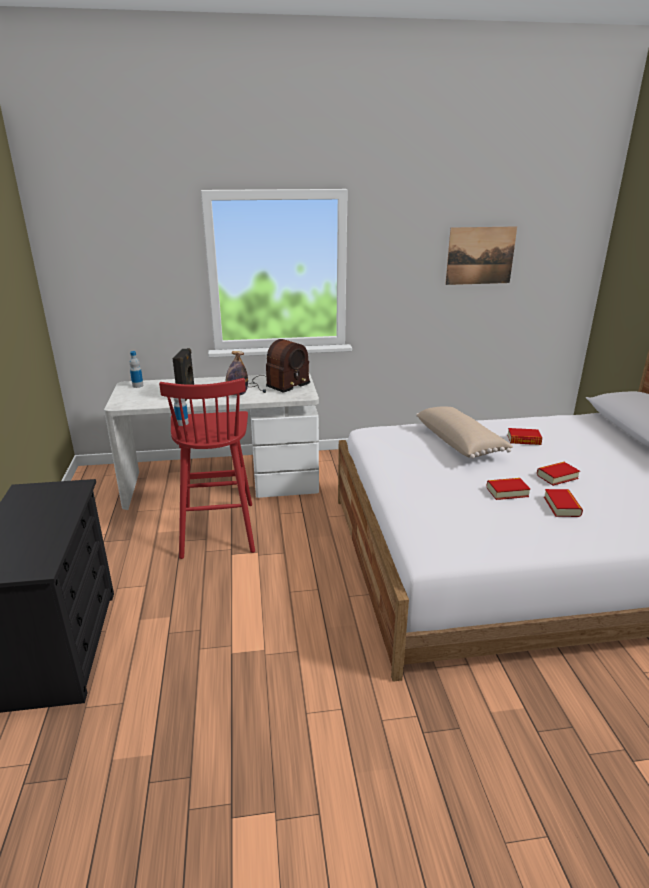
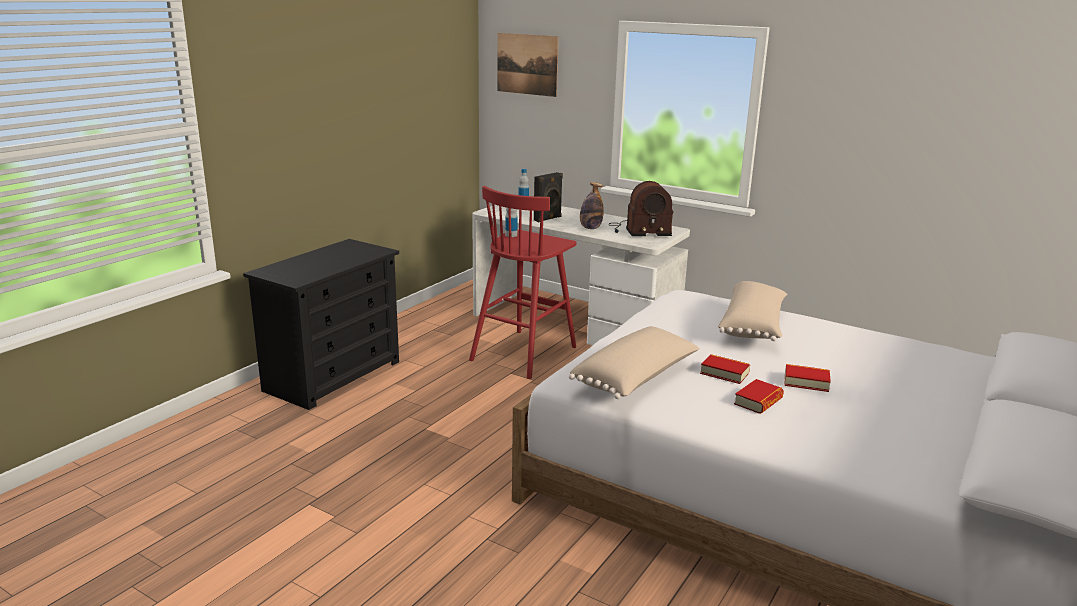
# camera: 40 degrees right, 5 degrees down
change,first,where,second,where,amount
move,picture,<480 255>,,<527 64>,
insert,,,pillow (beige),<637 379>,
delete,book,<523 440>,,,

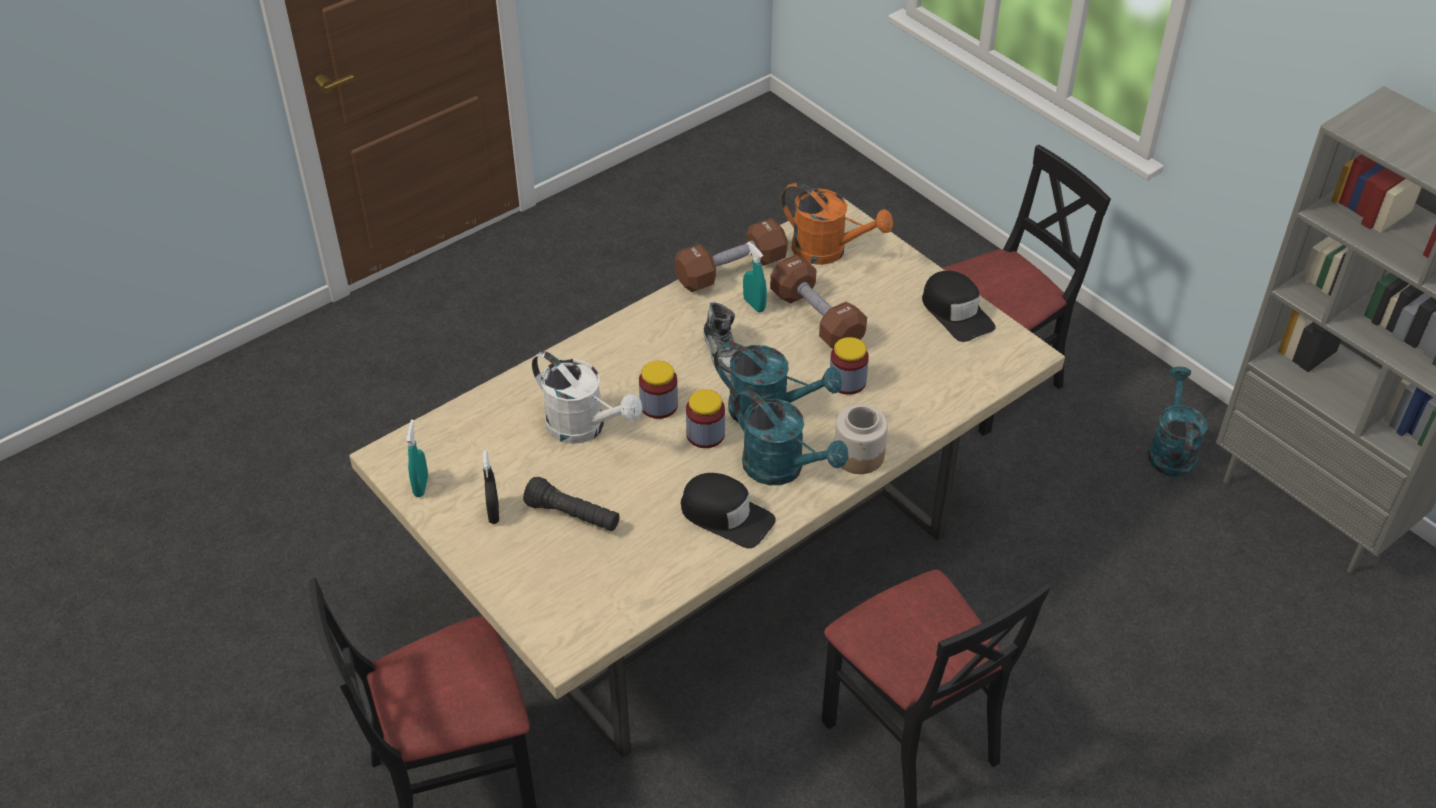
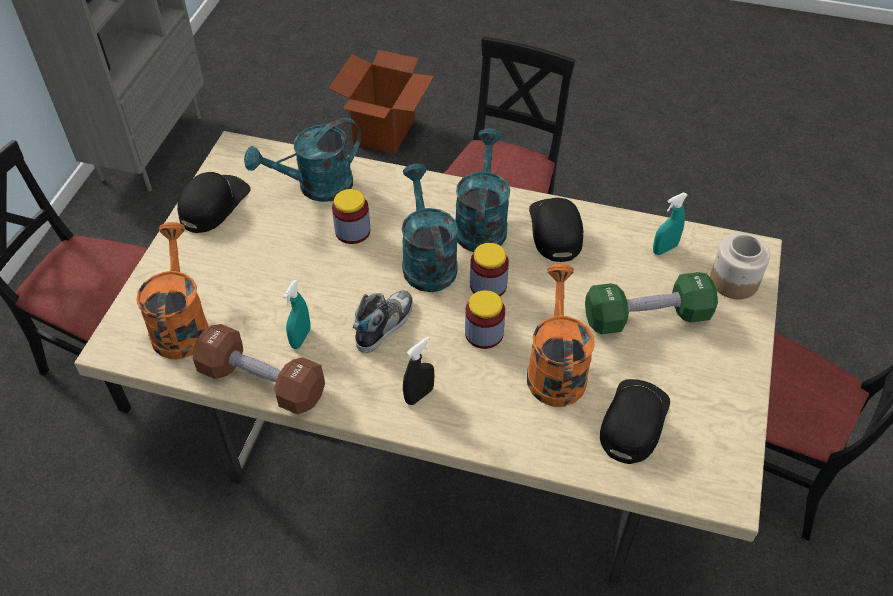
# camera: 125 degrees left, 5 degrees up
change,first,where,second,where,amount
move,watering can (turquoise),<1170 450>,,<316 187>,
insert,,,cardboard box,<384 131>,
move,spray bottle (black),<493 513>,,<419 395>,
recolor,watering can (white),<584 428>,watering can (orange),<555 368>,
replace,flashlight (black),<573 516>,dumbbell (green),<647 317>,
insert,,,cap (black),<633 422>,
move,spray bottle (turquoise),<421 486>,,<664 249>,
move,jar,<859 455>,,<733 281>,
delete,dumbbell (brown),<816 318>,,,

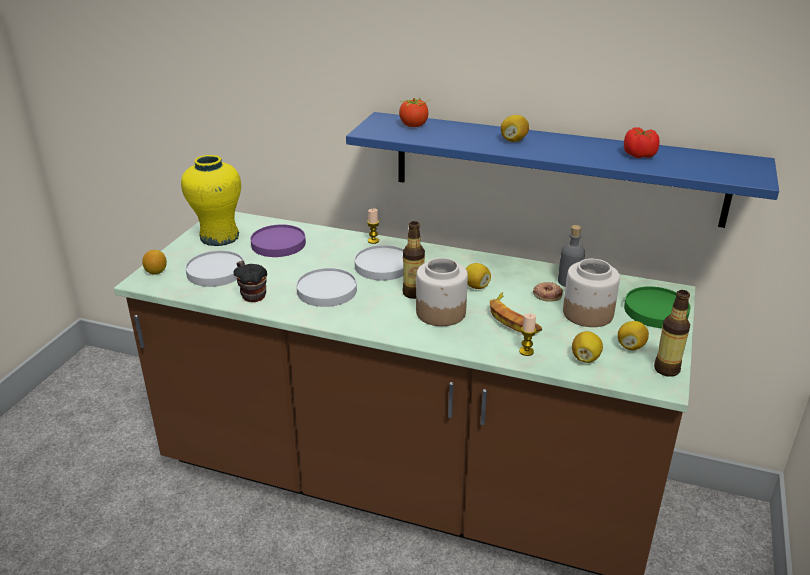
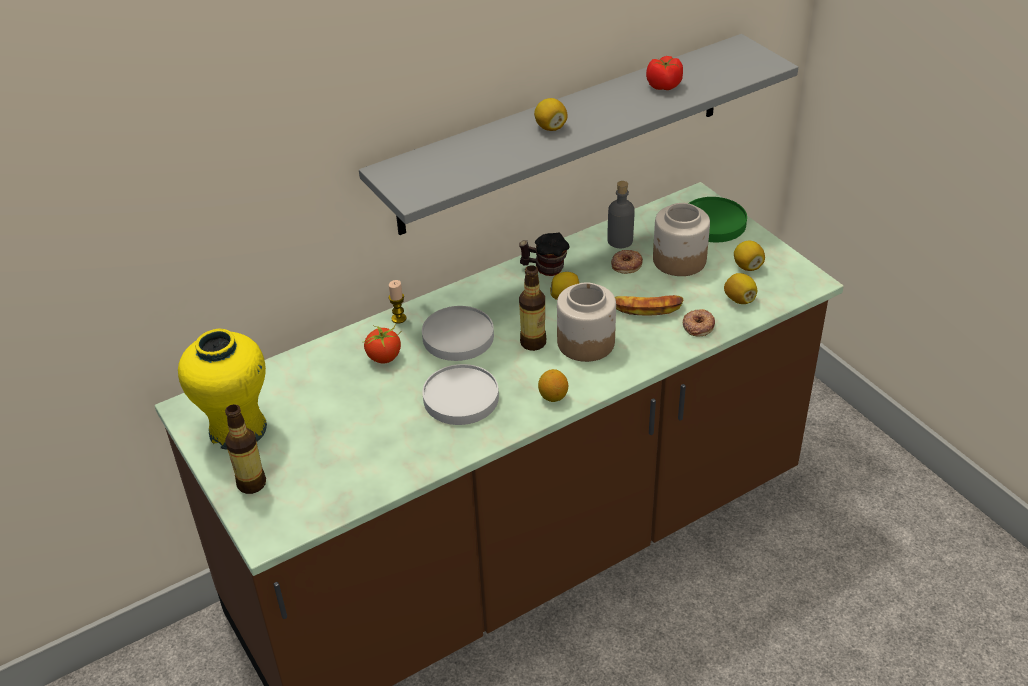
# camera: 50 degrees left, 10 degrees up
change,first,where,second,where,amount
move,bottle,<666 369>,,<251 484>,
recolor,shelf (blue),<556 168>,shelf (grey),<564 134>,
move,tomato,<414 125>,,<384 357>,
move,mug,<252 294>,,<544 269>,
move,lemon,<156 272>,,<553 396>,
replace,candle,<526 351>,donut,<698 326>,
delete,plate (white),<216 271>,,,
delete,plate (purple),<278 244>,,,

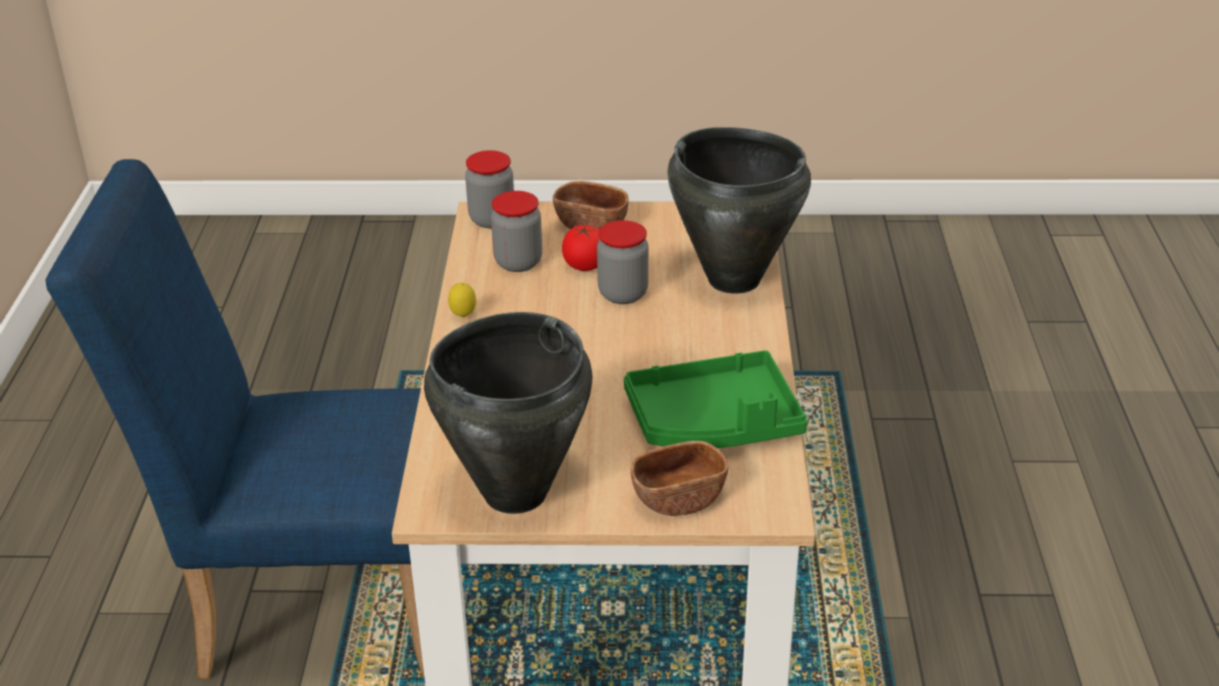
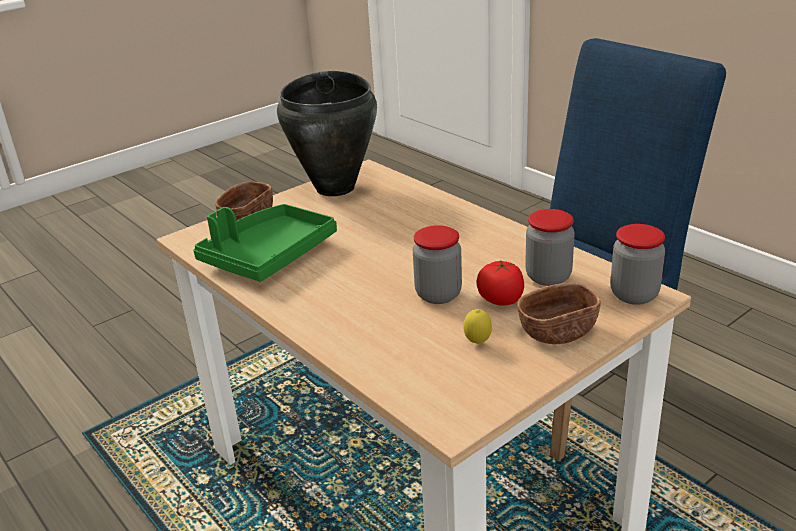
# camera: 140 degrees right, 5 degrees down
change,first,where,second,where,amount
move,lemon,<463 316>,,<477 343>,
delete,cooking pot (black),<733 278>,,,

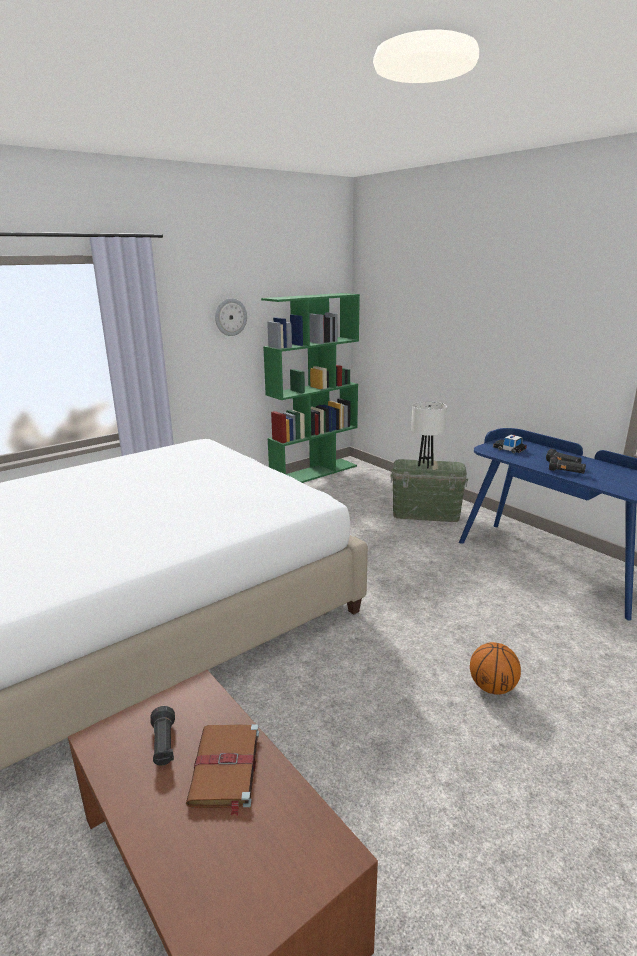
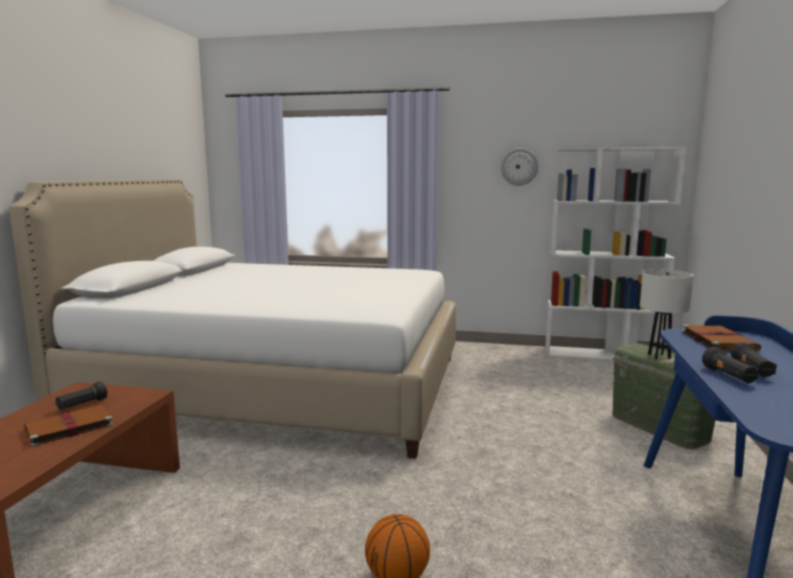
# camera: 50 degrees right, 10 degrees down
change,first,where,second,where,amount
recolor,bookcase (green),<314 473>,bookcase (white),<602 355>,
replace,toy car,<509 449>,book (brown),<717 340>,

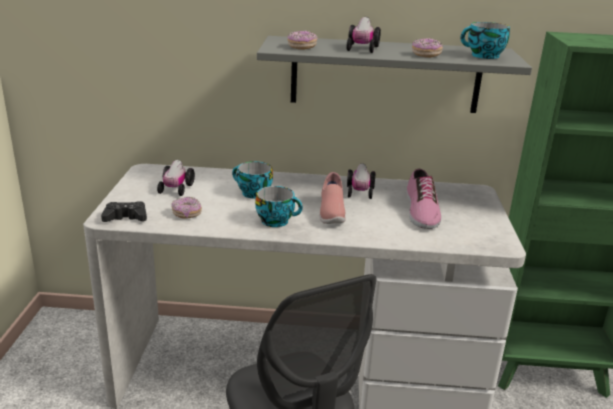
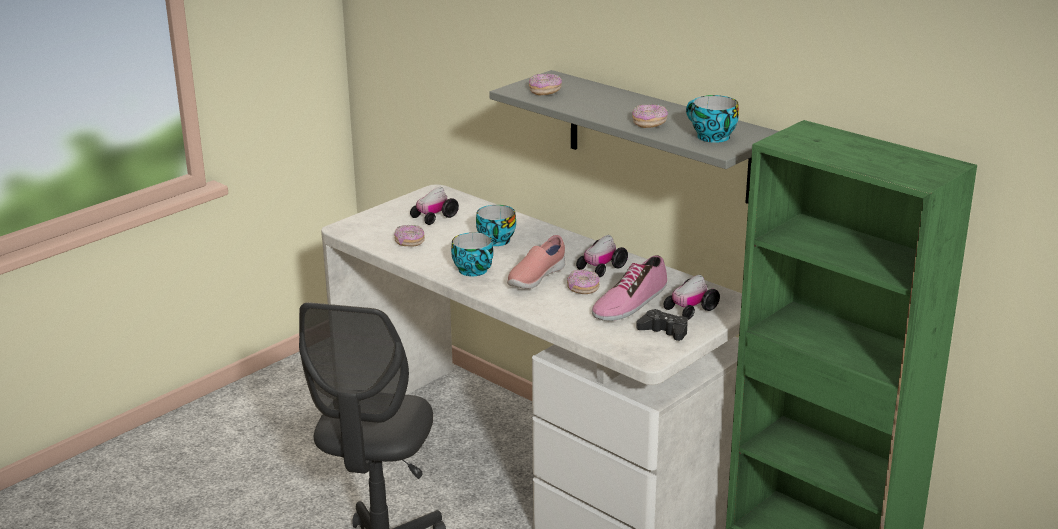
# camera: 40 degrees right, 0 degrees up
change,first,where,second,where,amount
insert,,,donut,<583 289>,
move,game controller (black),<126 217>,,<664 331>,
move,toy car,<362 48>,,<690 309>,

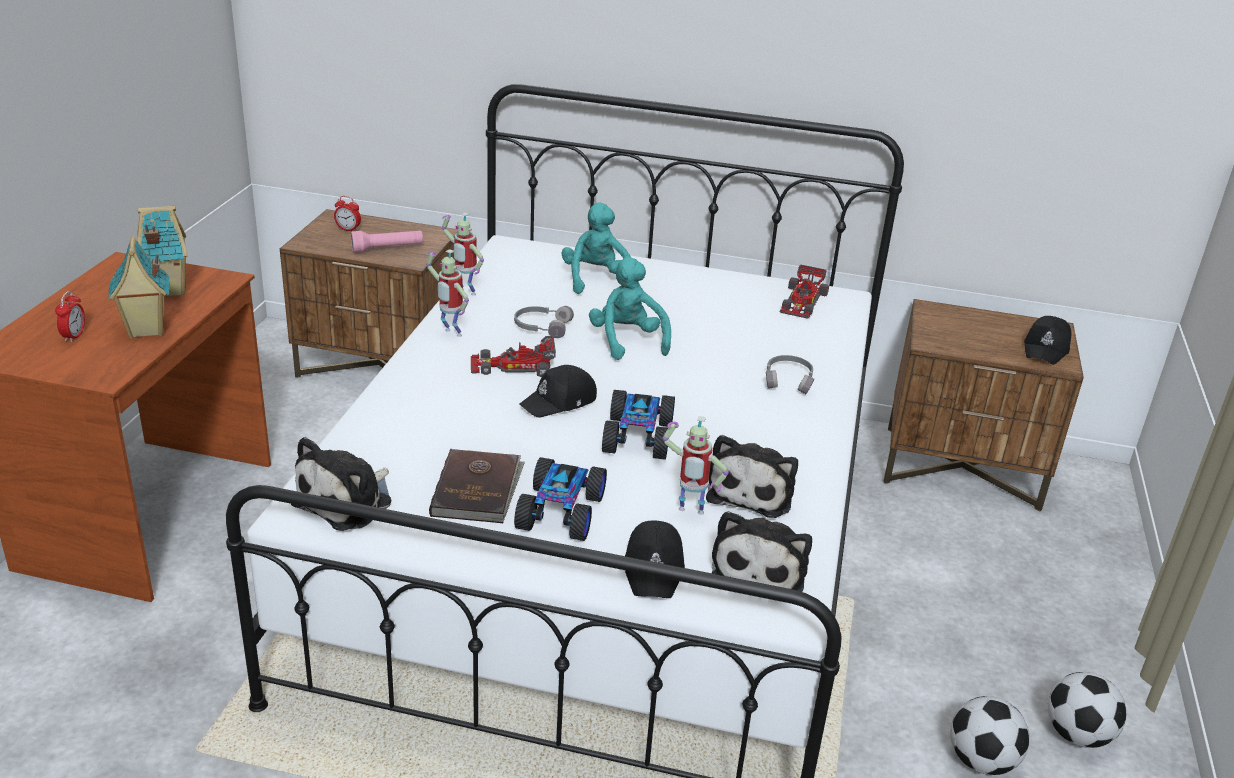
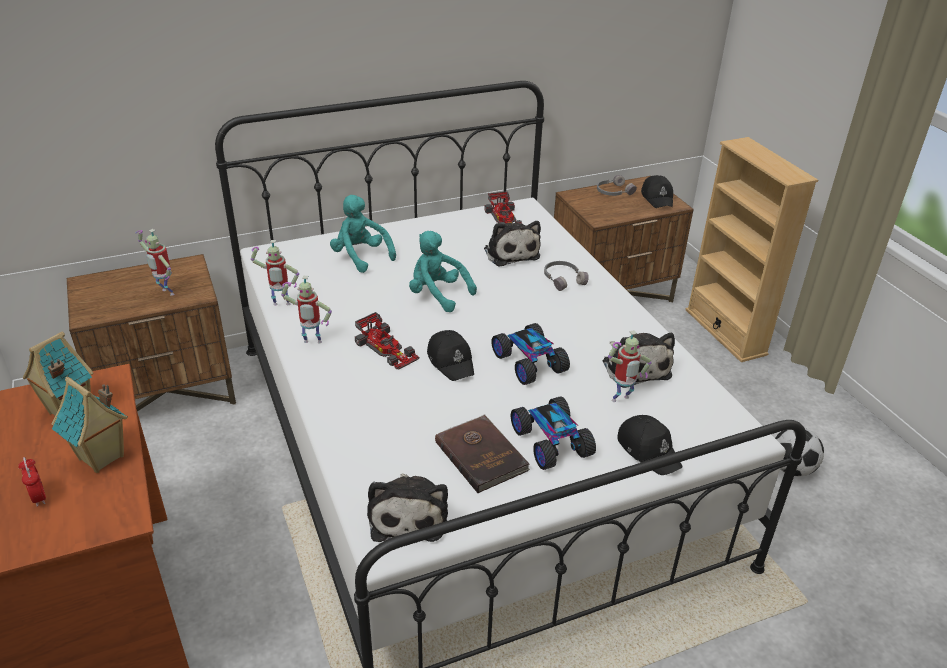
# camera: 35 degrees left, 5 degrees up
change,first,where,second,where,amount
replace,flashlight (pink),<387 249>,toy robot,<165 293>,
rotate,toy car,<513 365>,,<387 348>,90 degrees counterclockwise
rotate,cap (black),<560 401>,,<451 361>,45 degrees counterclockwise
move,plush toy,<760 569>,,<510 252>,
move,headphones (grey),<542 327>,,<613 192>,
insert,,,bookcase (beige),<725 332>,
delete,alarm clock,<348 229>,,,
delete,football,<1077 735>,,,

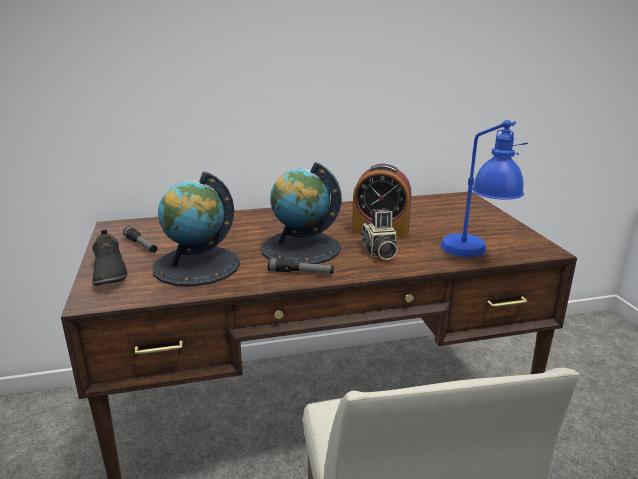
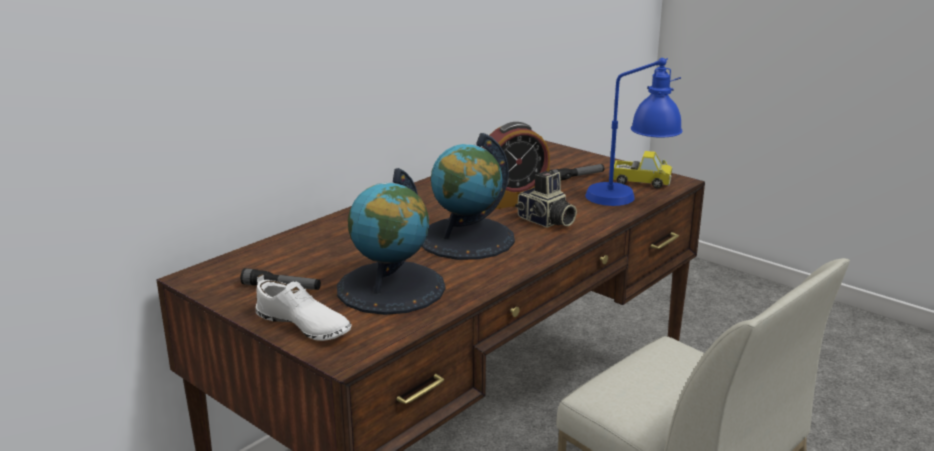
# camera: 35 degrees left, 0 degrees up
change,first,where,second,where,amount
recolor,shoe (black),<108 272>,shoe (white),<303 325>,
move,flashlight,<301 273>,,<576 177>,
insert,,,toy truck,<641 182>,

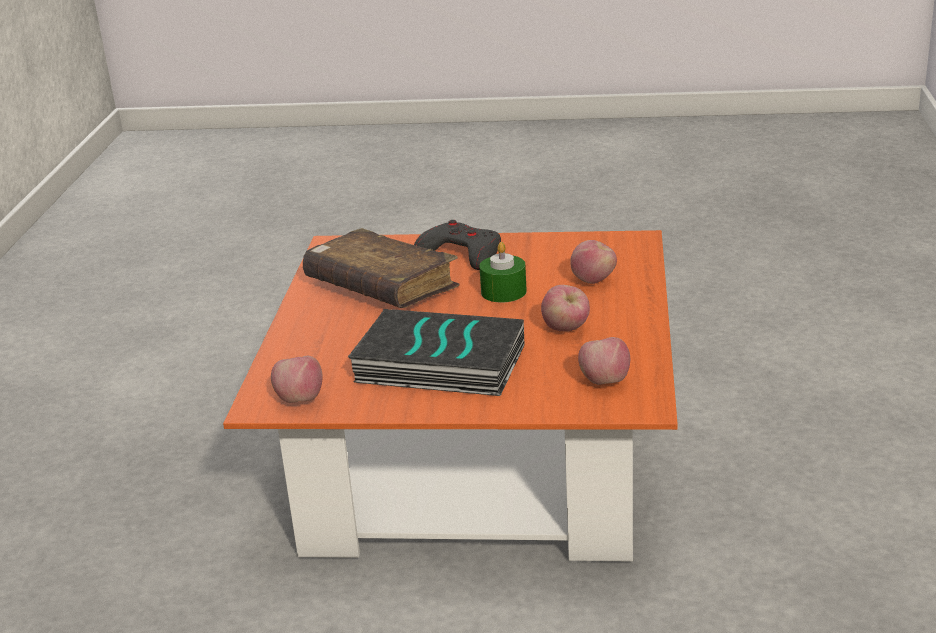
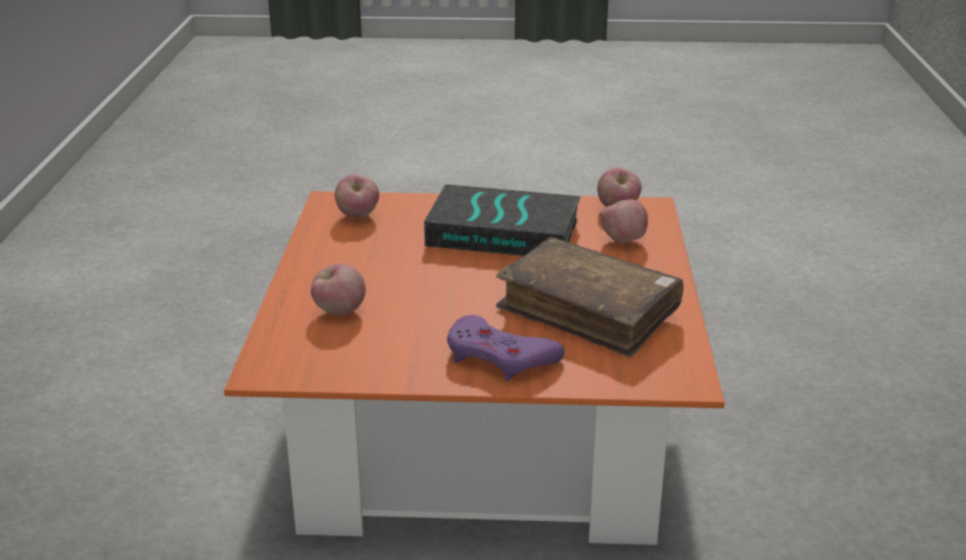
# camera: 175 degrees right, 0 degrees up
change,first,where,second,where,amount
recolor,game controller (grey),<462 253>,game controller (purple),<499 357>,
move,apple,<566 329>,,<622 241>,
delete,candle (green),<503 291>,,,

